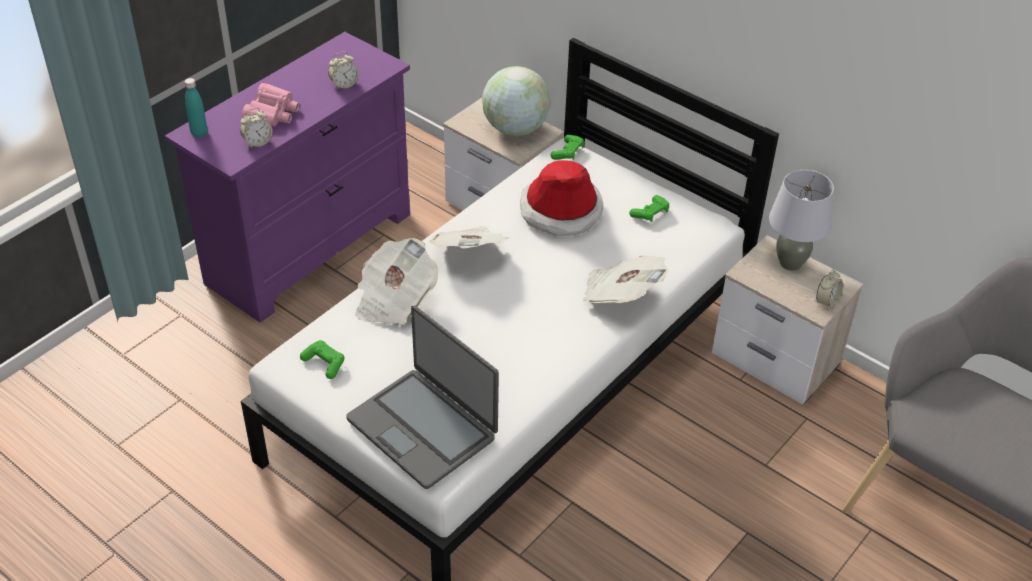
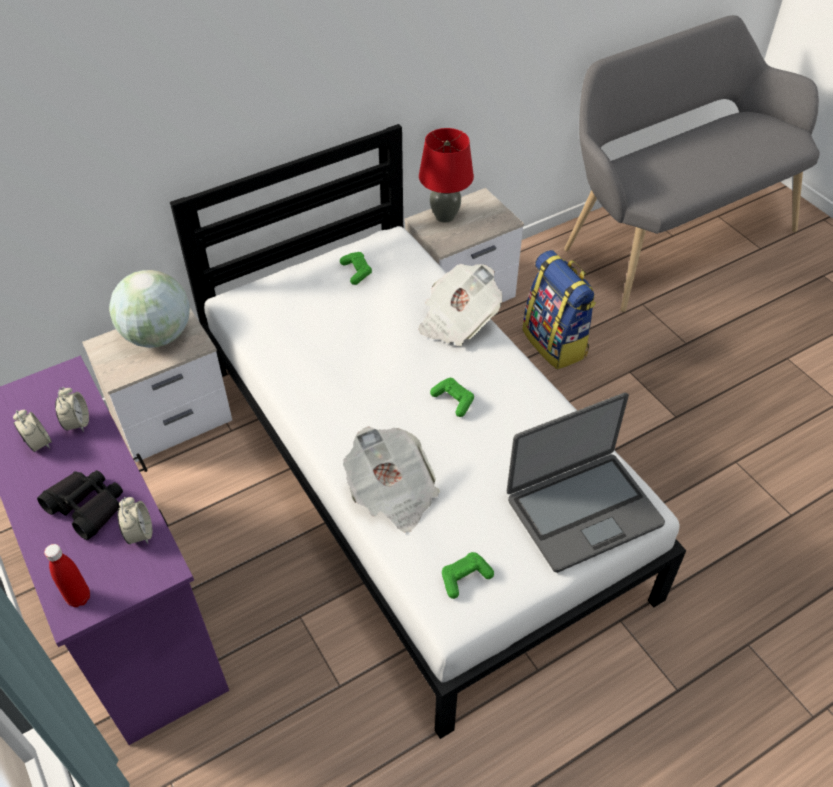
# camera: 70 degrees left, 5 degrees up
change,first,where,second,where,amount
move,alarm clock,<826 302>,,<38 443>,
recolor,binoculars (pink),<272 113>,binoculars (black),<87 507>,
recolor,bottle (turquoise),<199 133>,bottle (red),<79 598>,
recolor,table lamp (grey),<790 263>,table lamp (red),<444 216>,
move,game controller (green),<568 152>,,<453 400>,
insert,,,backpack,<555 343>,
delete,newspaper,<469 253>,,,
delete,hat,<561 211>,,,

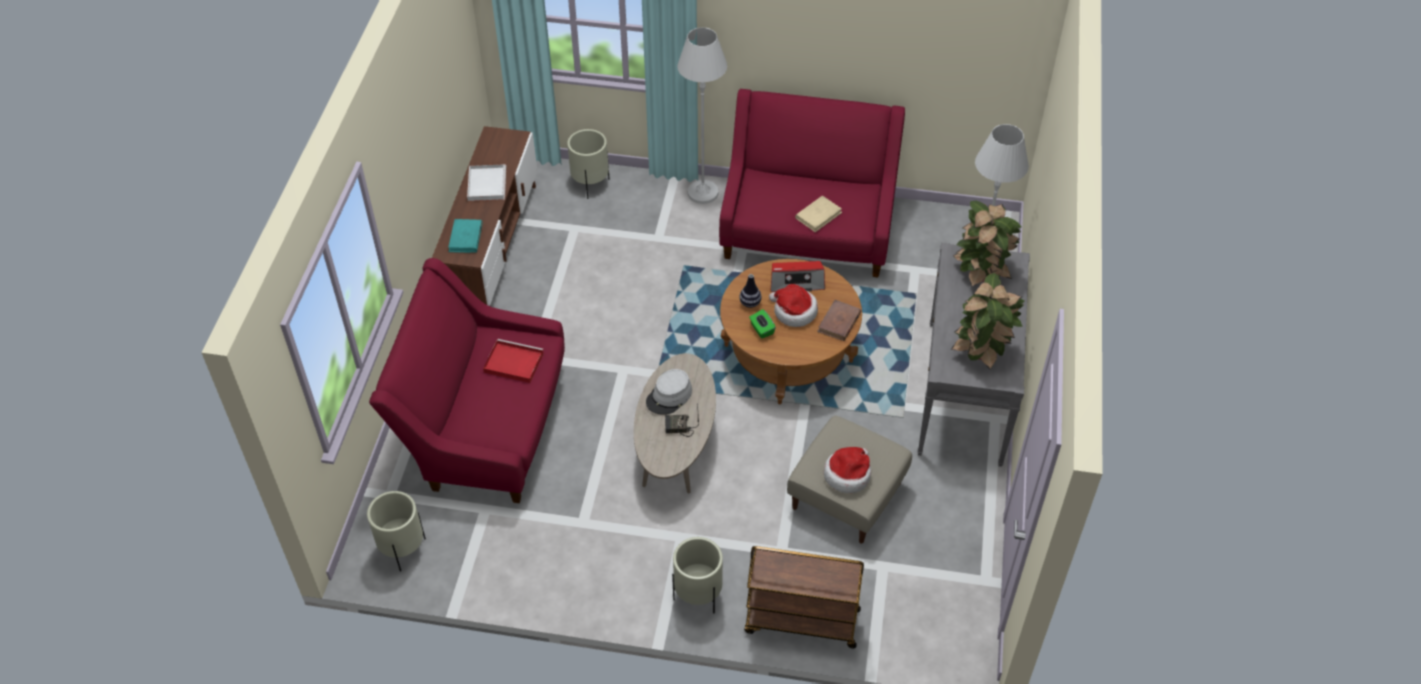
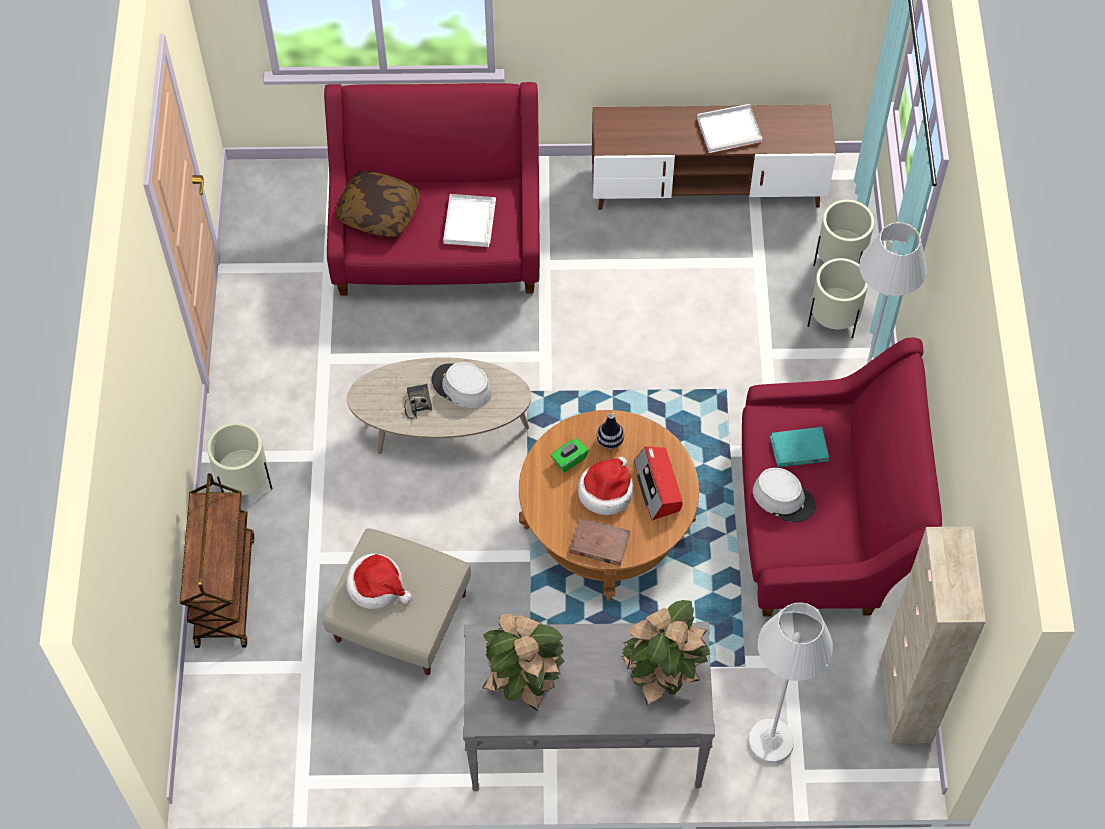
# camera: 80 degrees right, 10 degrees up
change,first,where,second,where,amount
insert,,,pillow,<379 212>,
recolor,tray (red),<512 363>,tray (white),<469 221>,
replace,book (beige),<818 215>,hat (grey),<784 498>,
move,book (turquoise),<466 238>,,<798 449>,
move,planter (beige),<402 550>,,<833 321>,
insert,,,cabinet (beige),<905 699>,

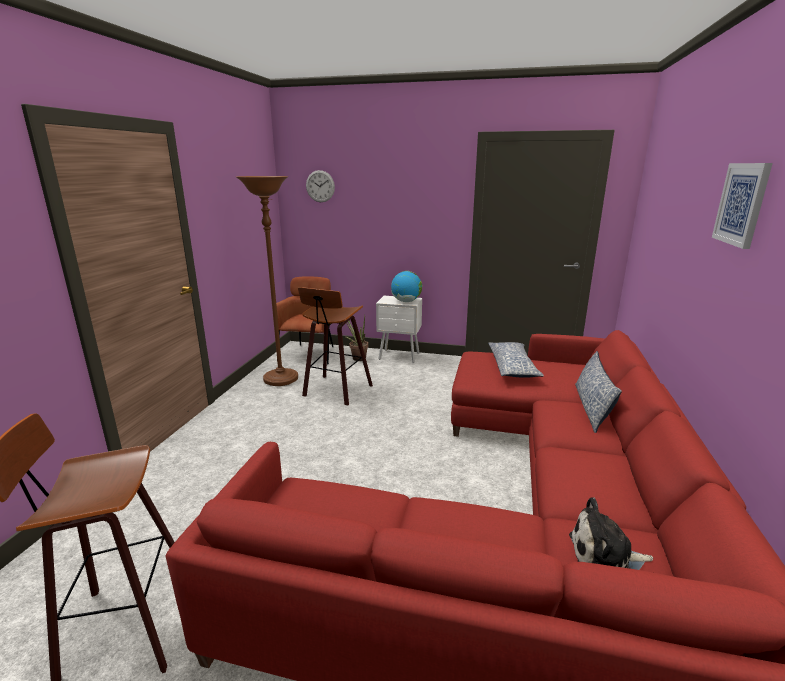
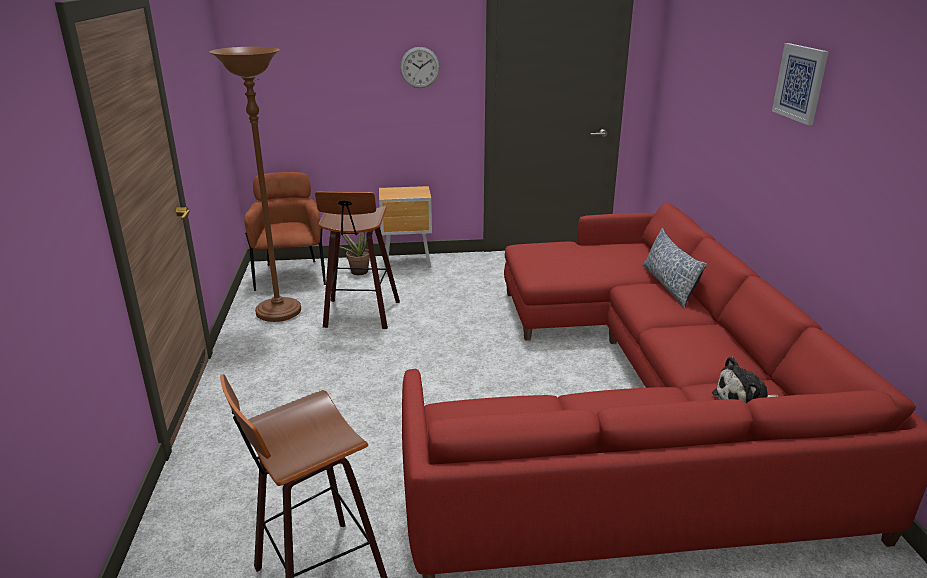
# camera: 20 degrees left, 5 degrees up
change,first,where,second,where,amount
recolor,nightstand (white),<400 357>,nightstand (brown),<408 262>,
move,wall clock,<320 186>,,<420 67>,
delete,globe,<406 301>,,,
delete,pillow,<512 367>,,,

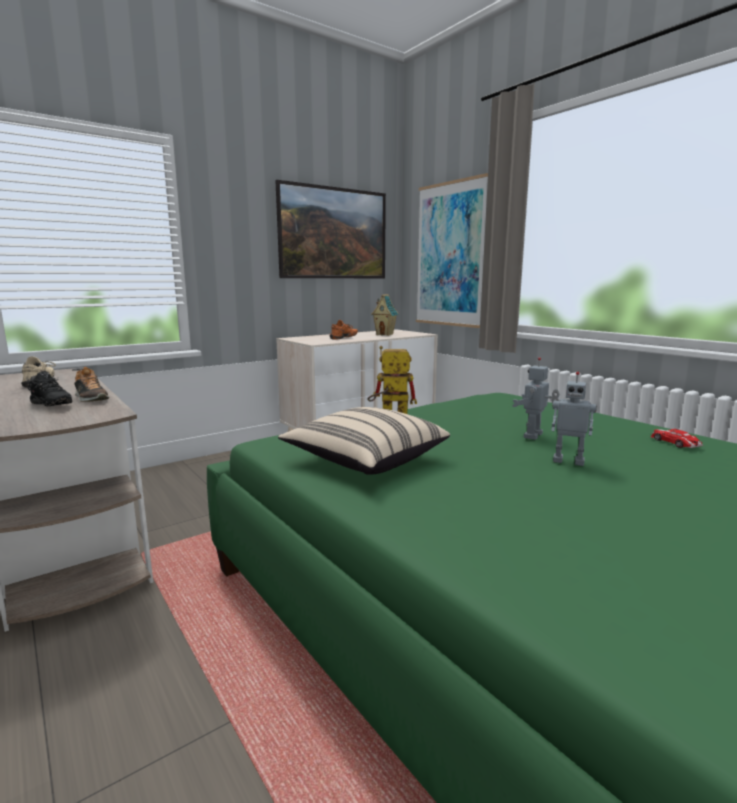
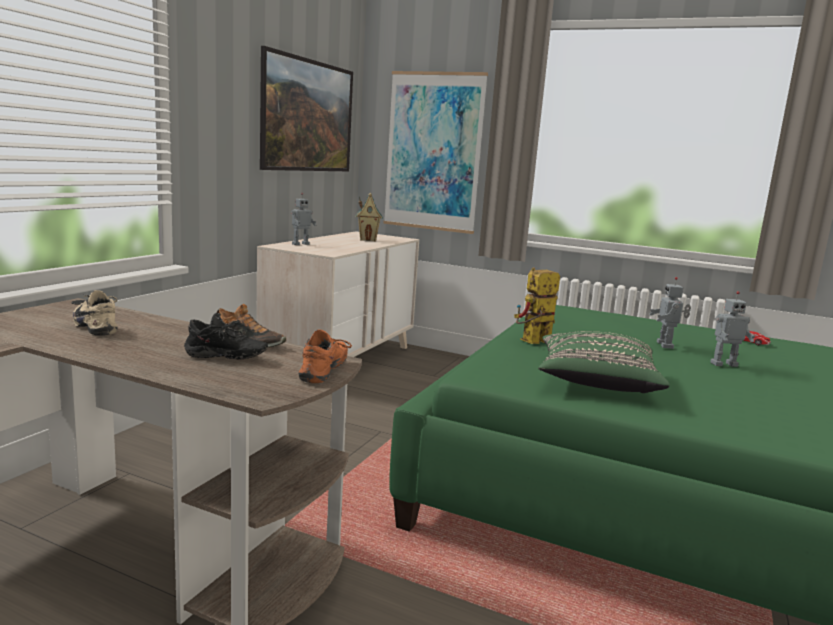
# camera: 30 degrees left, 0 degrees up
change,first,where,second,where,amount
insert,,,toy robot,<300 244>,
move,shoe (orange),<344 338>,,<326 372>,
recolor,pillow (beige),<365 460>,pillow (green),<596 382>,

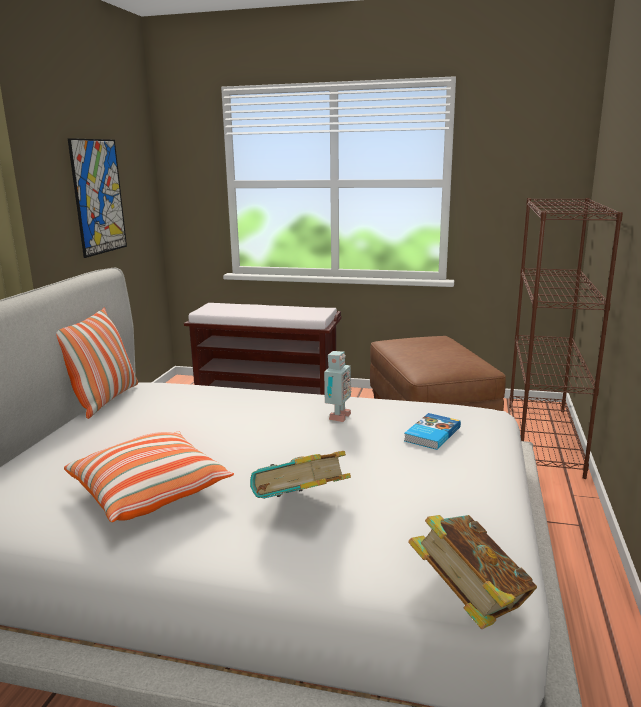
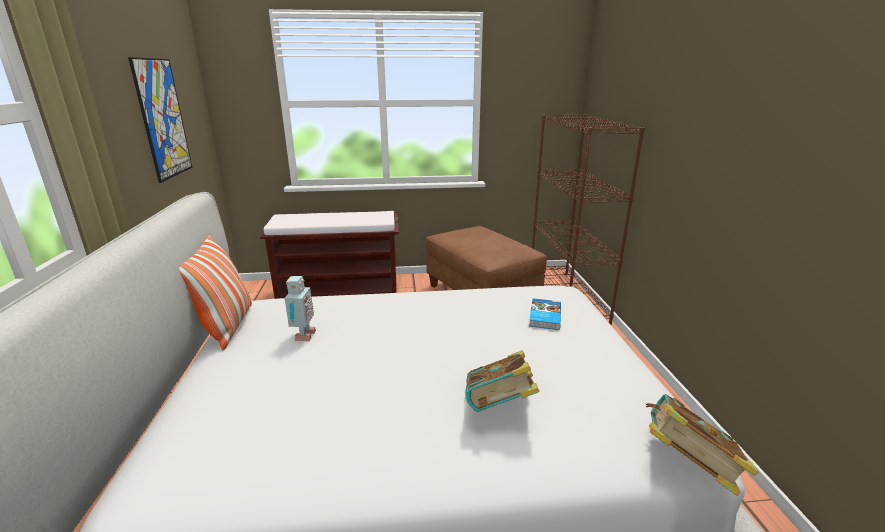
# camera: 20 degrees left, 5 degrees up
change,first,where,second,where,amount
move,toy robot,<337 417>,,<303 336>,
delete,pillow,<150 492>,,,

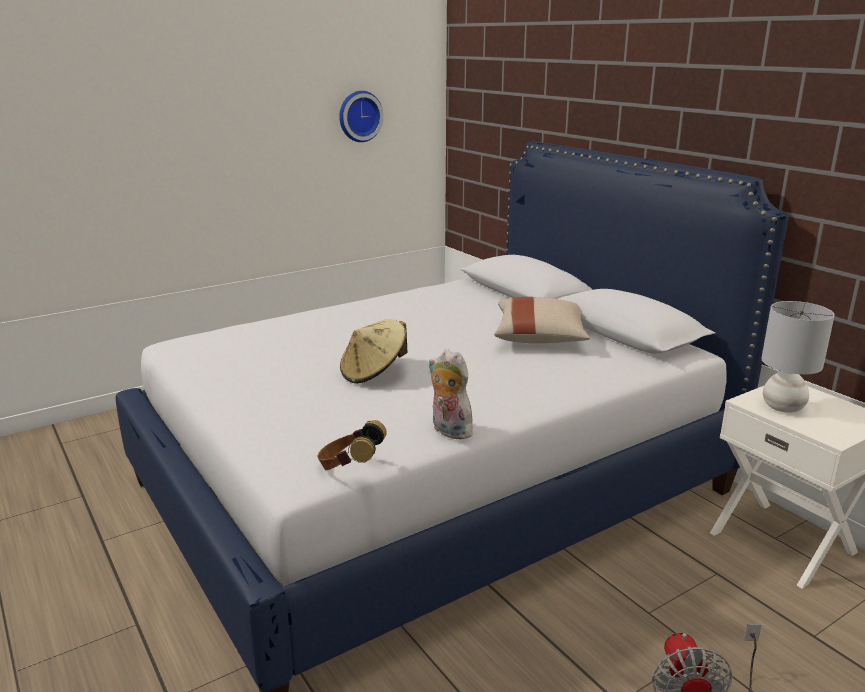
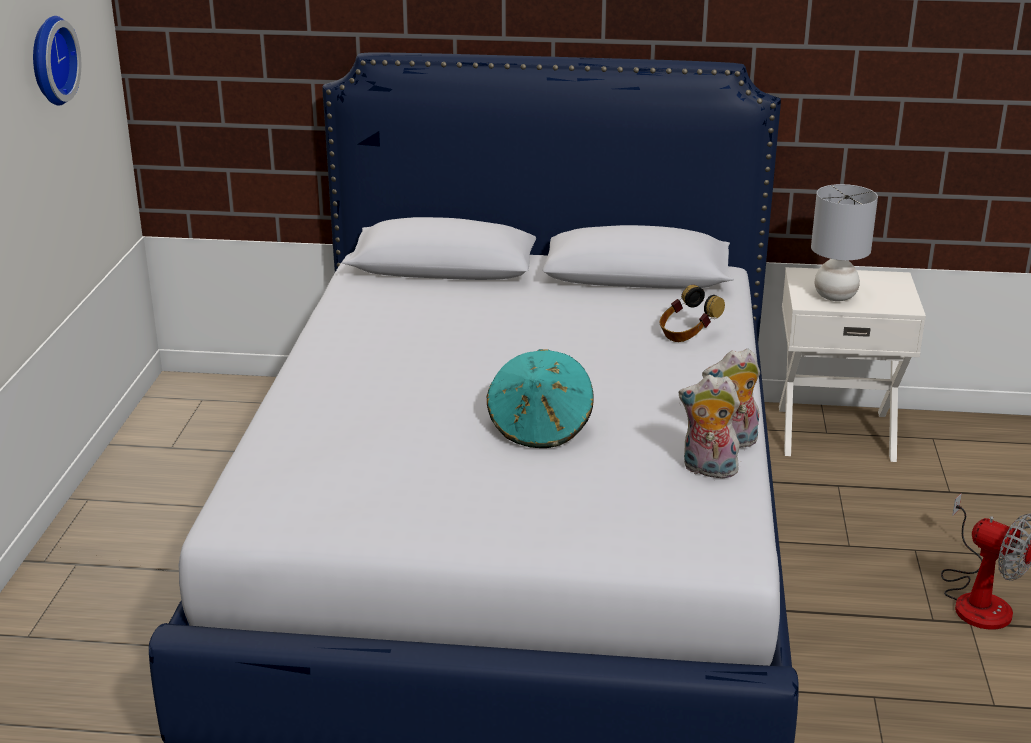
# camera: 50 degrees left, 5 degrees up
change,first,where,second,where,amount
recolor,hat (beige),<373 373>,hat (turquoise),<540 427>,
move,headphones,<350 468>,,<687 334>,
insert,,,plush toy,<707 470>,
delete,pillow (beige),<540 338>,,,

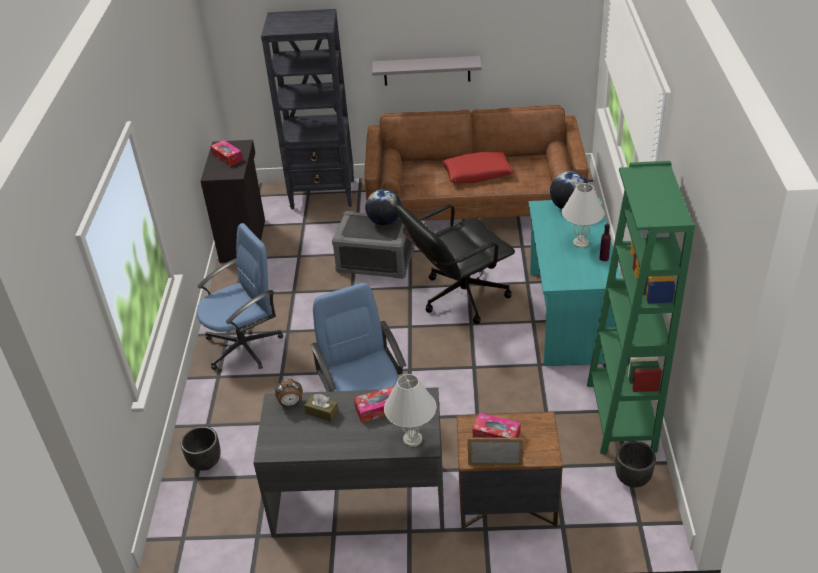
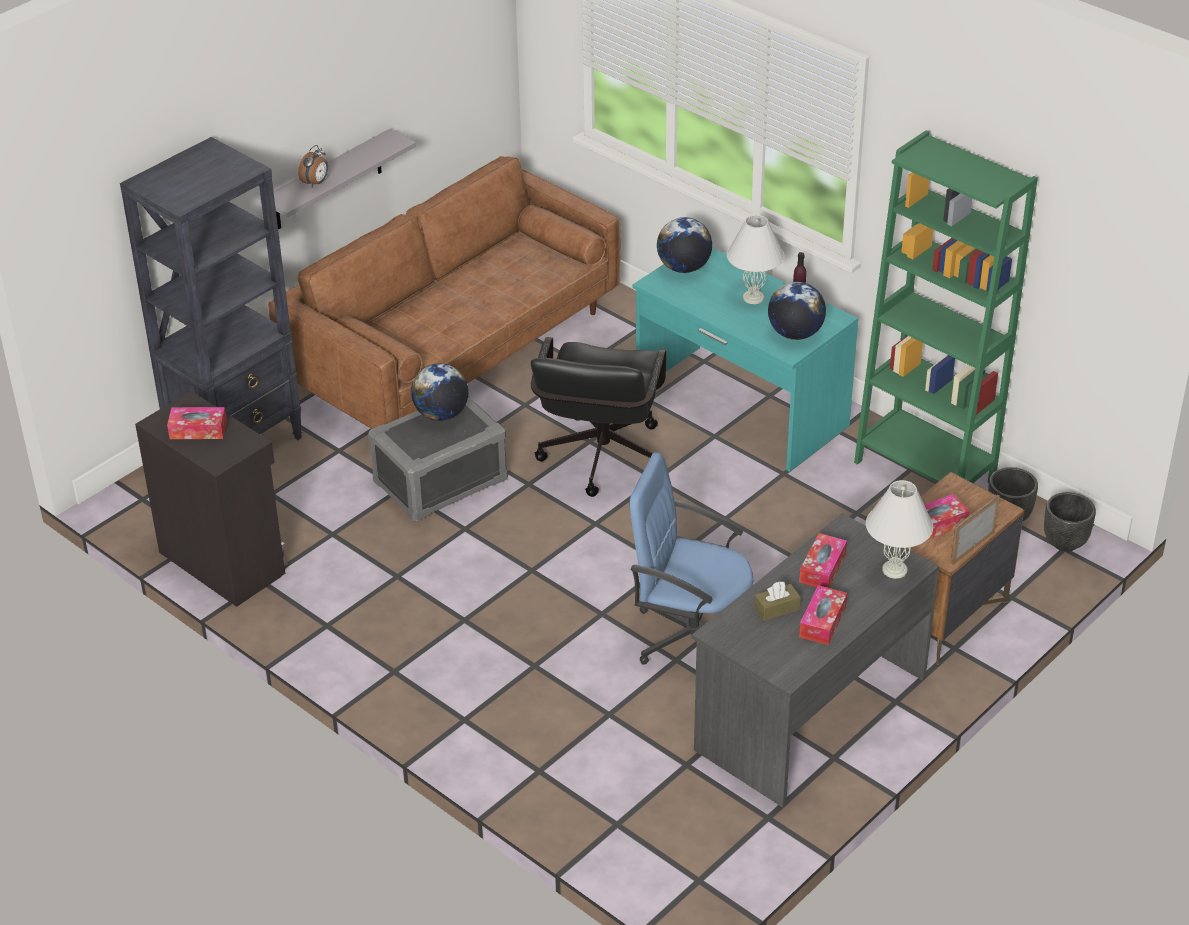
# camera: 50 degrees left, 0 degrees up
change,first,where,second,where,amount
move,alarm clock,<291 404>,,<316 183>,
insert,,,globe,<795 334>,
insert,,,tissue box,<822 622>,
move,planter (black),<205 463>,,<1064 543>,
delete,office chair (blue),<244 346>,,,
delete,pillow (red),<477 174>,,,

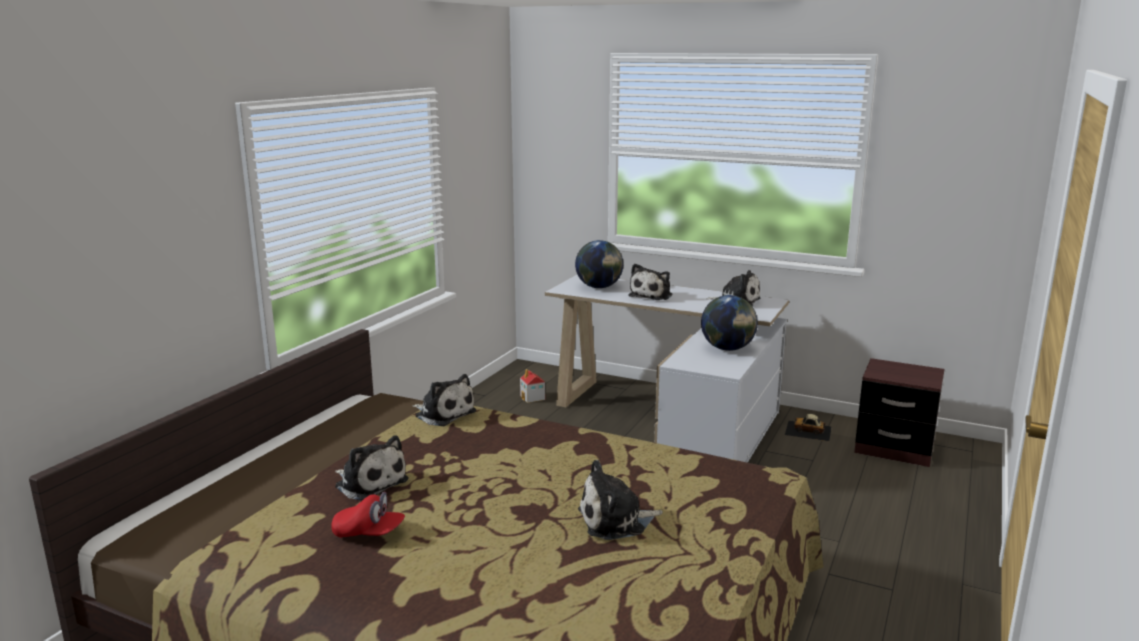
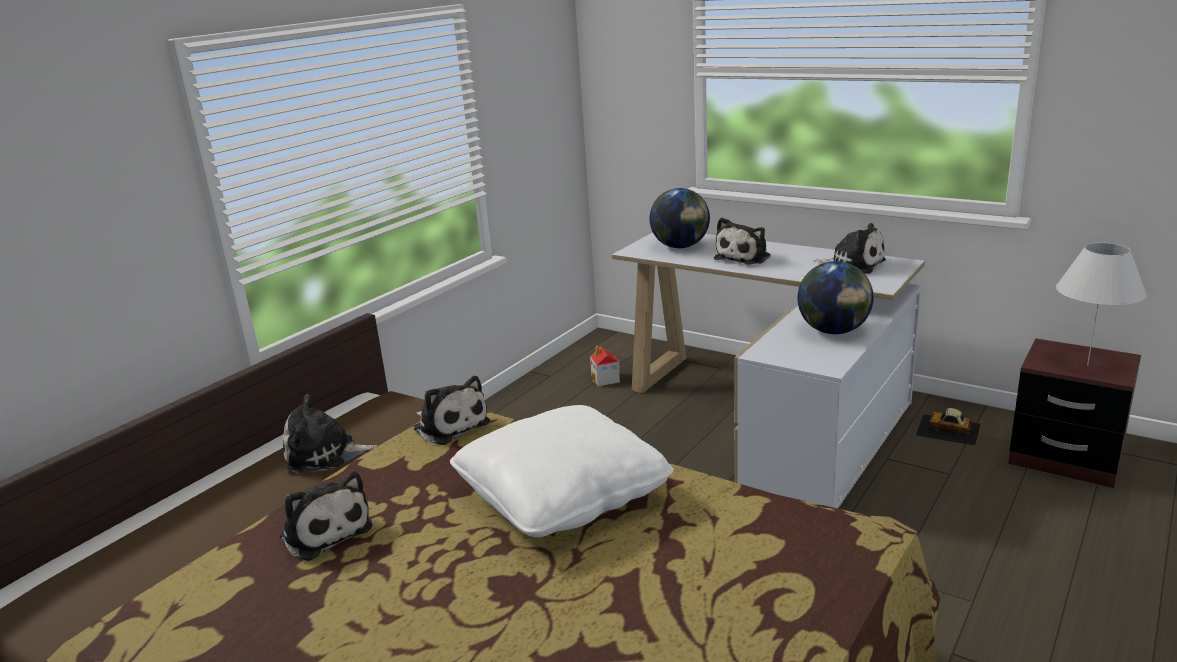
# camera: 10 degrees right, 5 degrees up
change,first,where,second,where,amount
move,plush toy,<616 521>,,<325 455>,
insert,,,pillow (white),<562 496>,
insert,,,table lamp (white),<1087 365>,
delete,cap (red),<369 533>,,,

